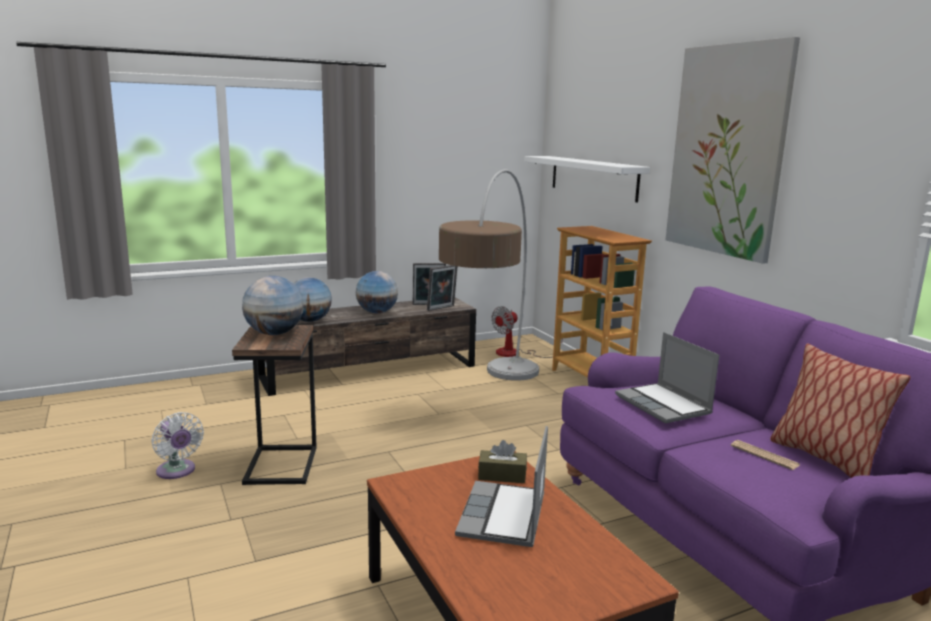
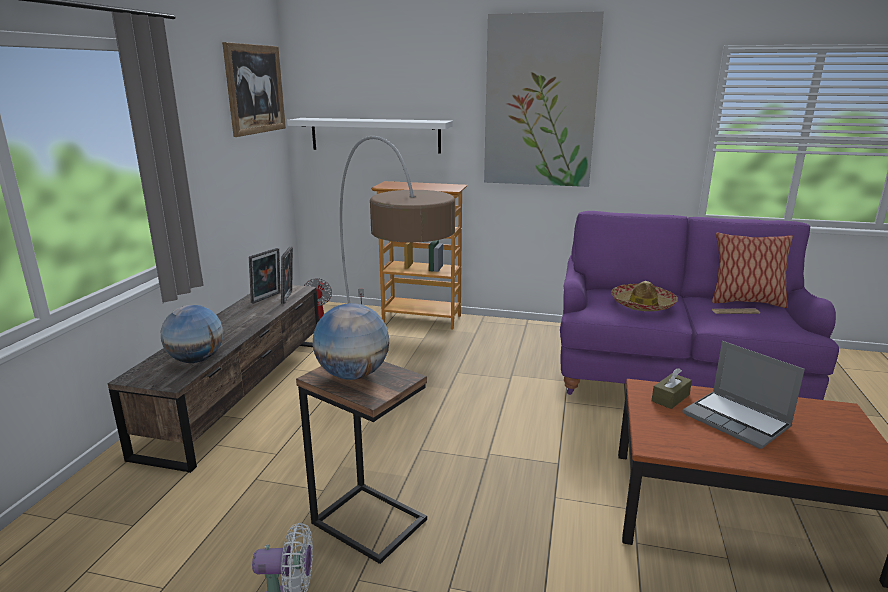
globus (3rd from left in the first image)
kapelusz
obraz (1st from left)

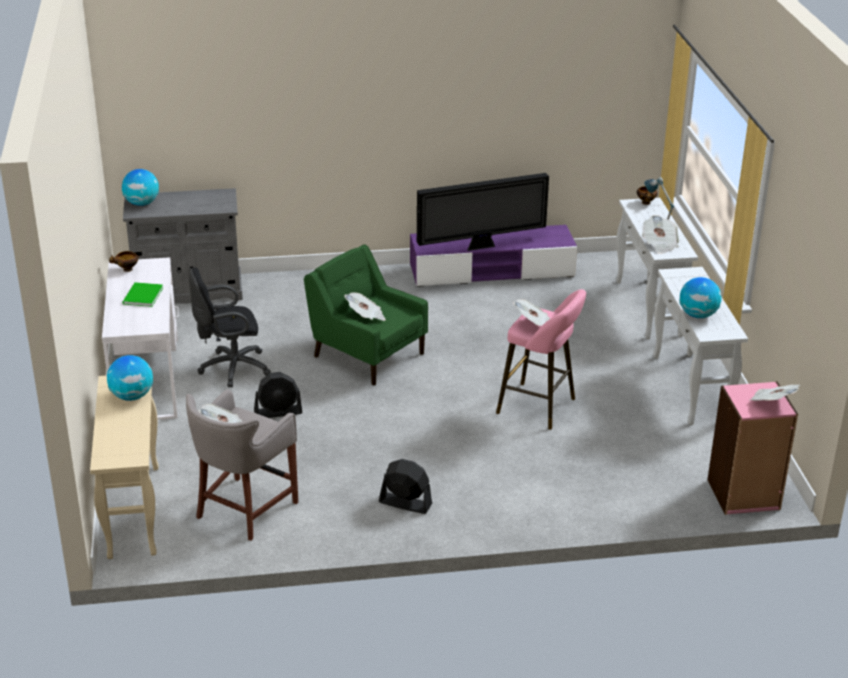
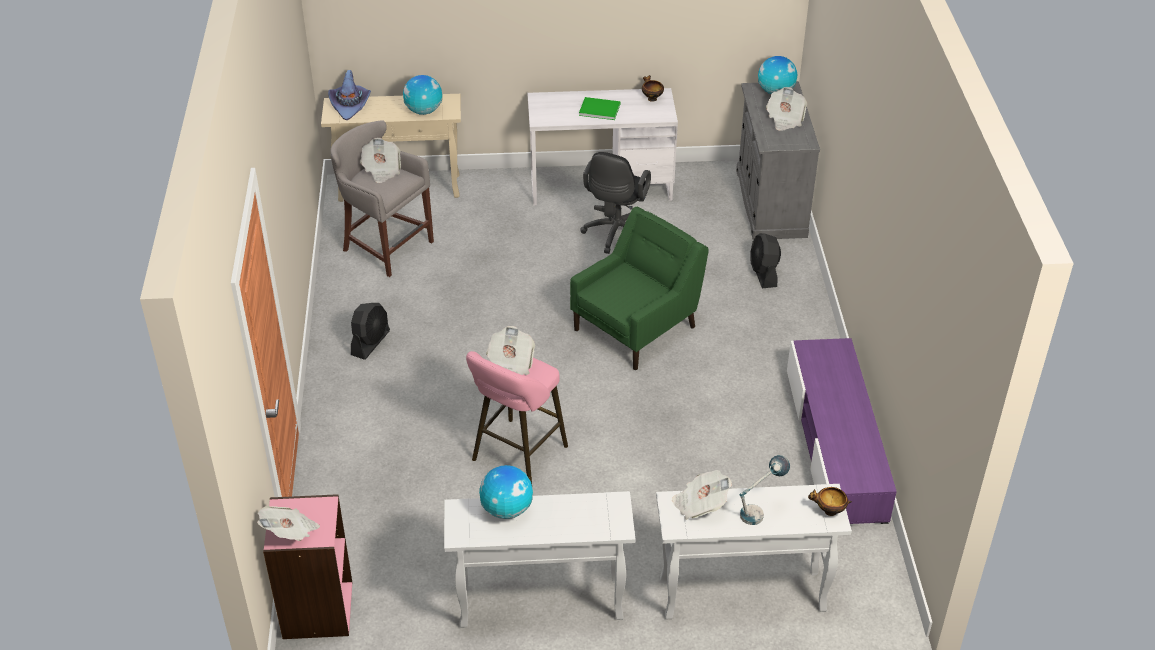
telewizor
krzesło biurowe [czarny]
gazeta (5th from left)
wentylator [czarny] (2nd from left)
kapelusz [fioletowy]

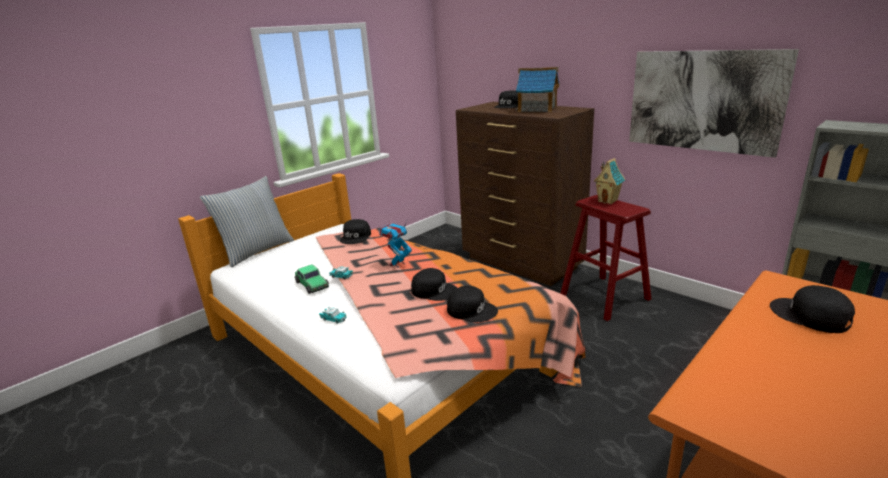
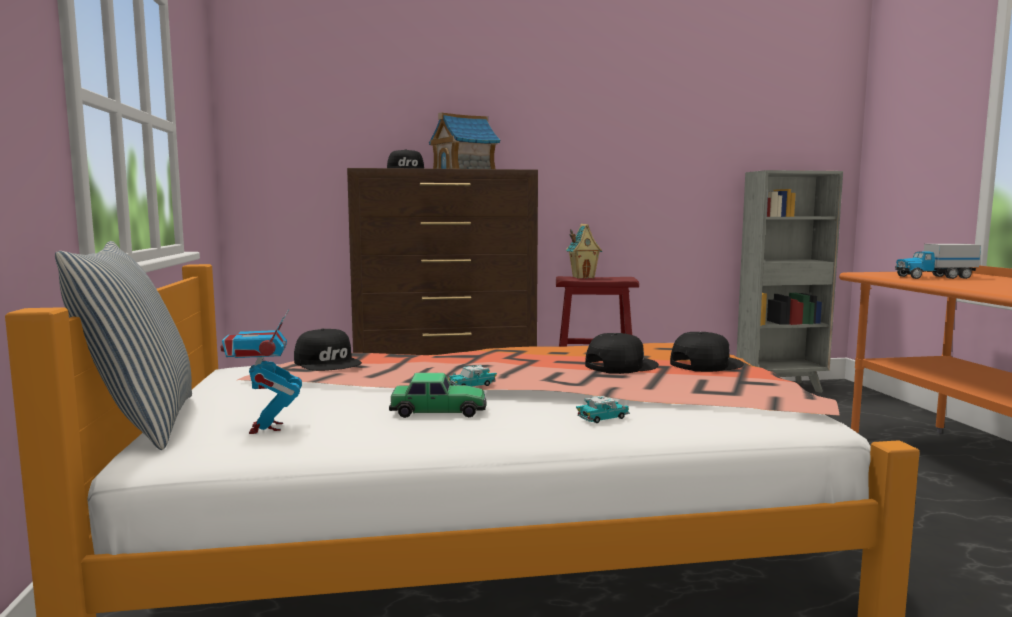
obraz
robot zabawkowy
ciężarówka zabawkowa

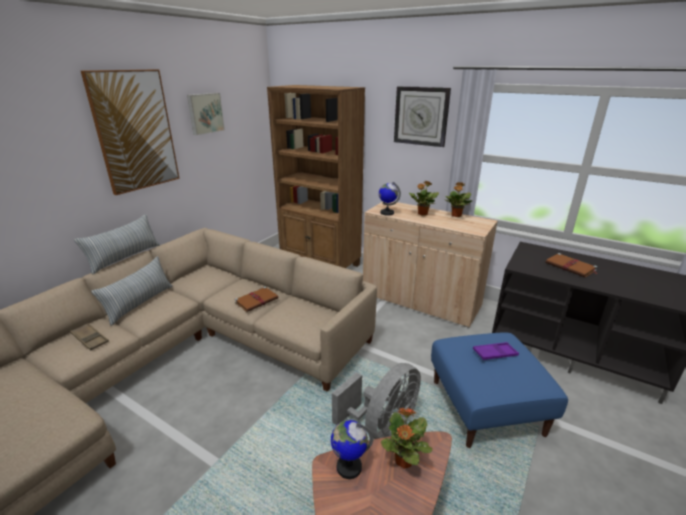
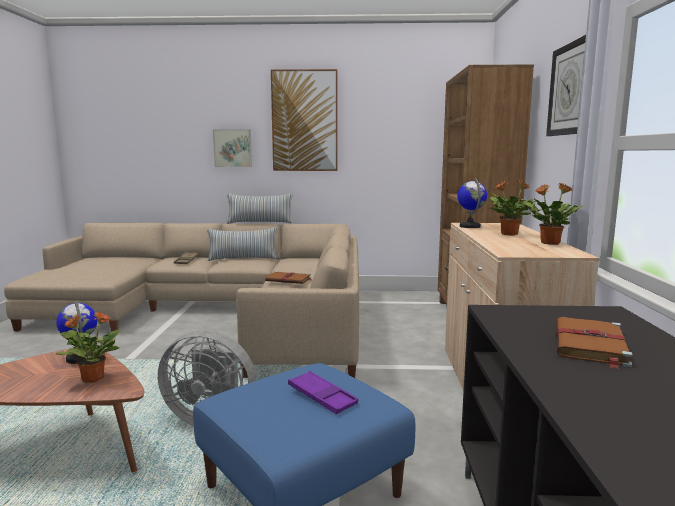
obraz (1st from left)

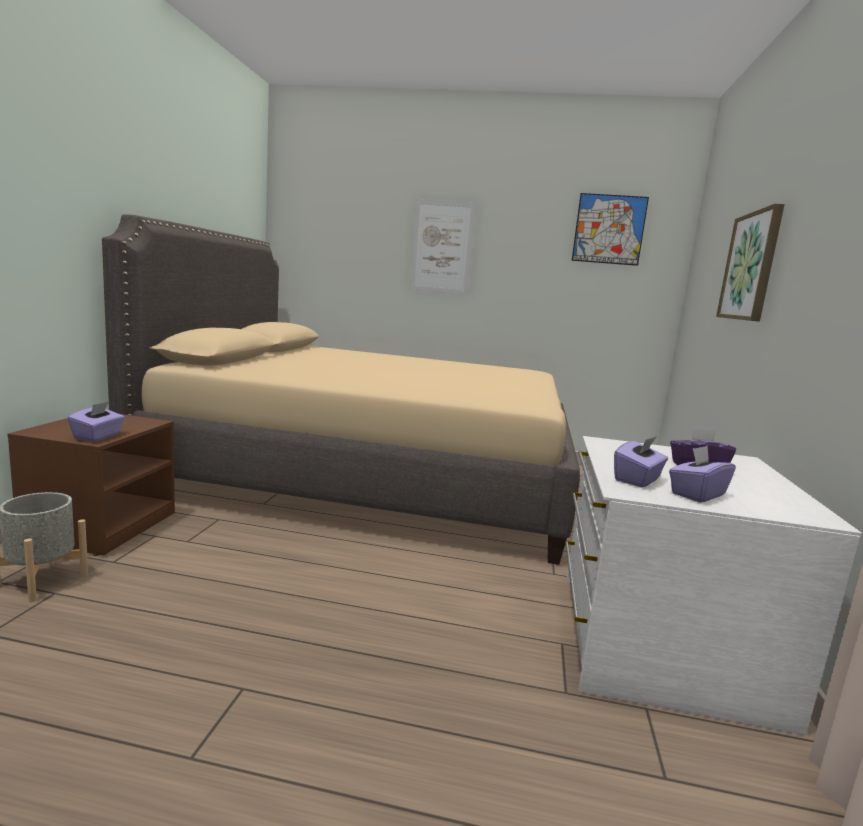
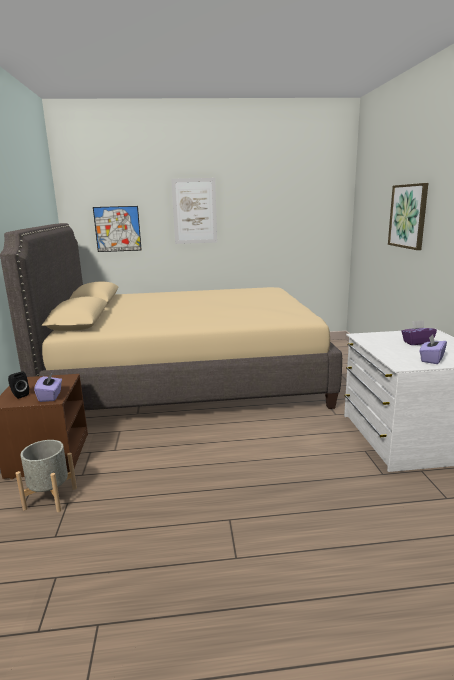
obraz (1st from left)
pudełko chusteczek [fioletowy] (2nd from left in the first image)
głośnik [czarny]

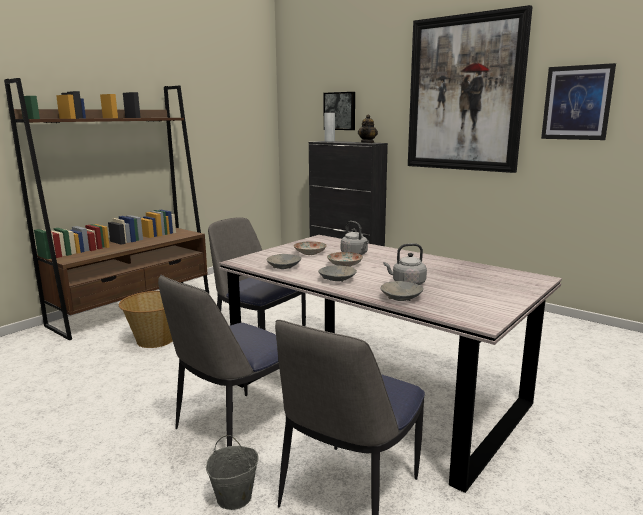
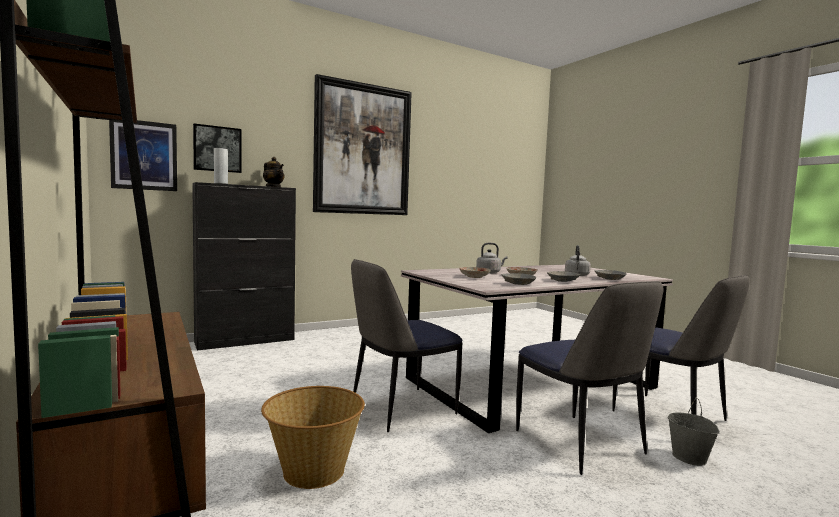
obraz (1st from left)

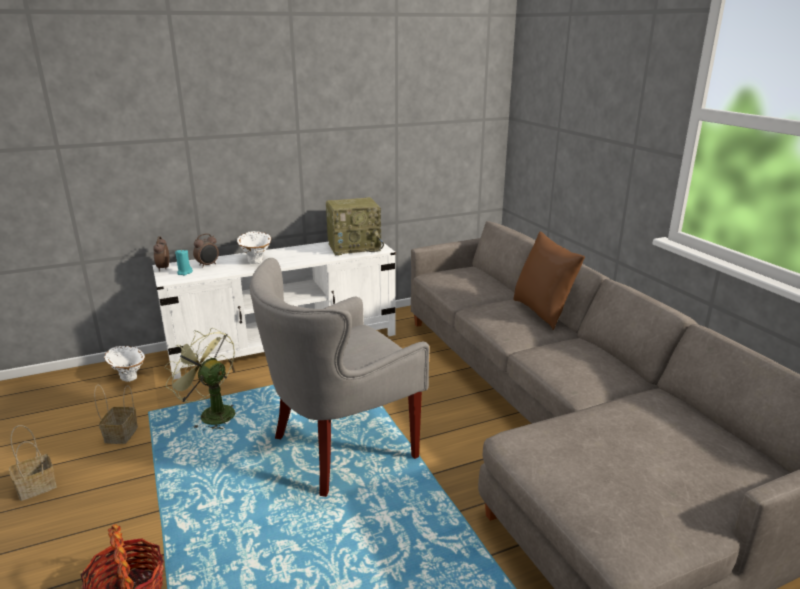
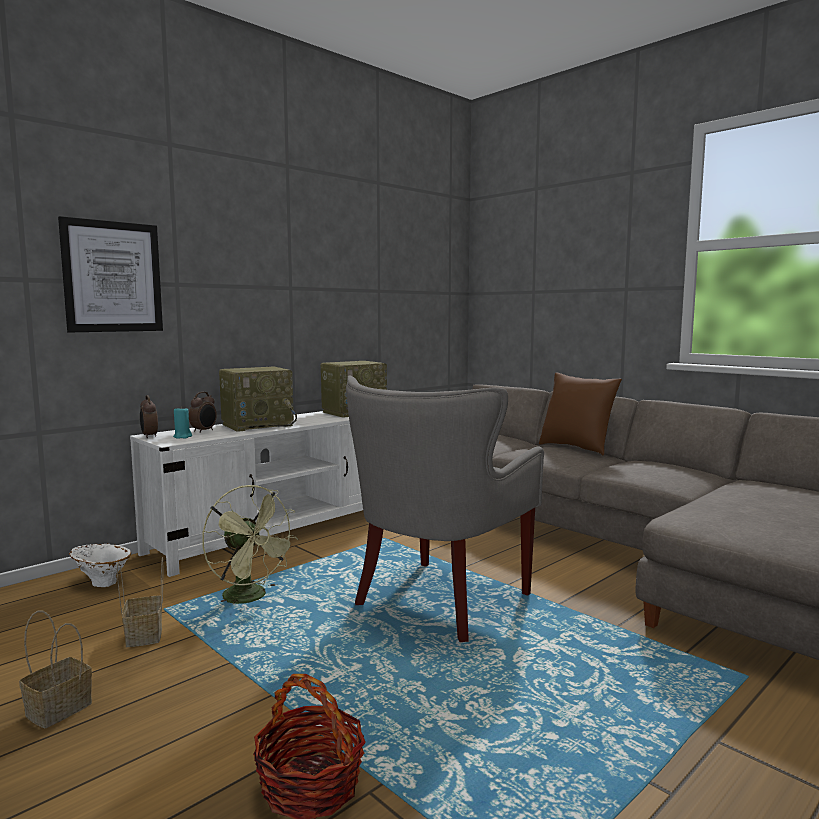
radio (1st from left)
wentylator [zielony]
obraz

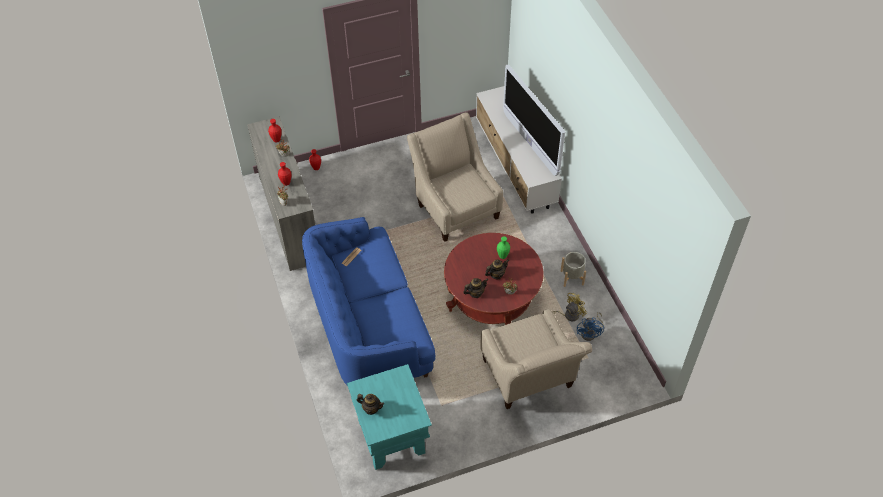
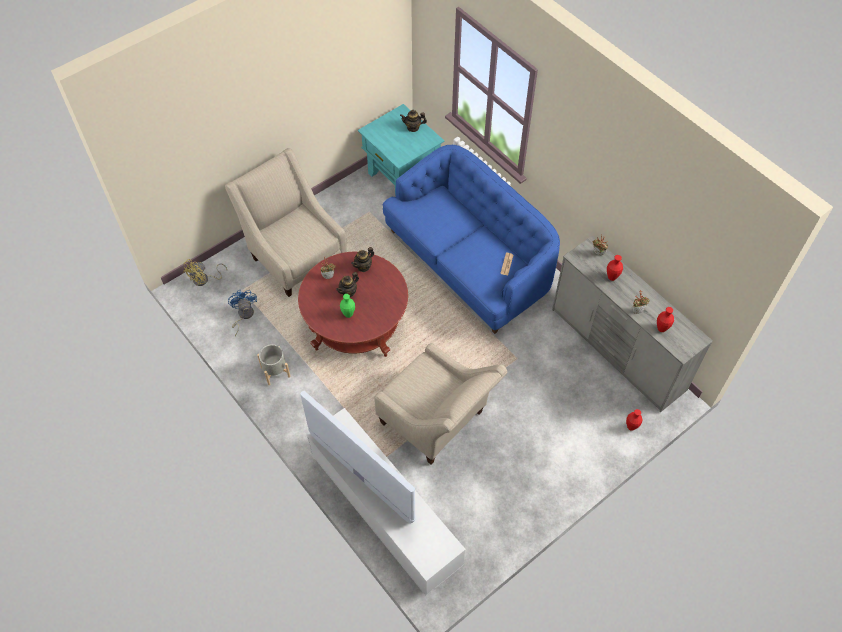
wentylator [żółty]

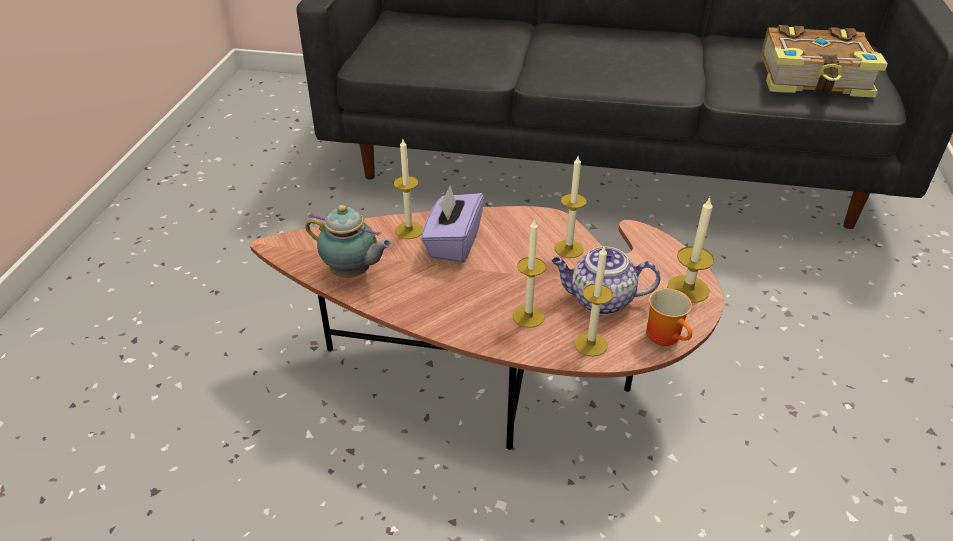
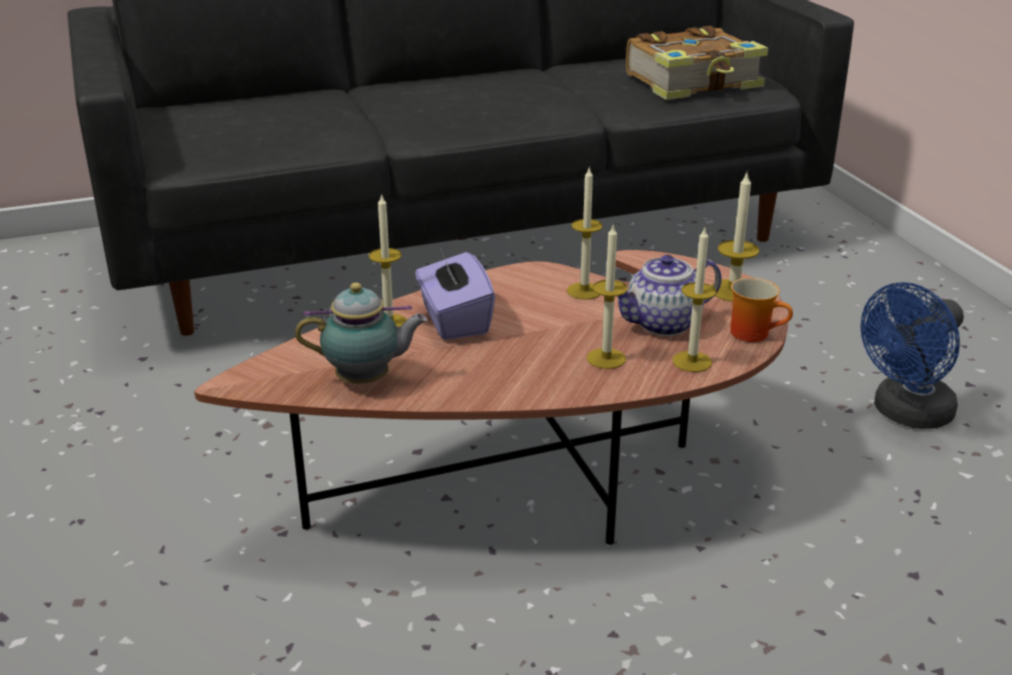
wentylator [niebieski]

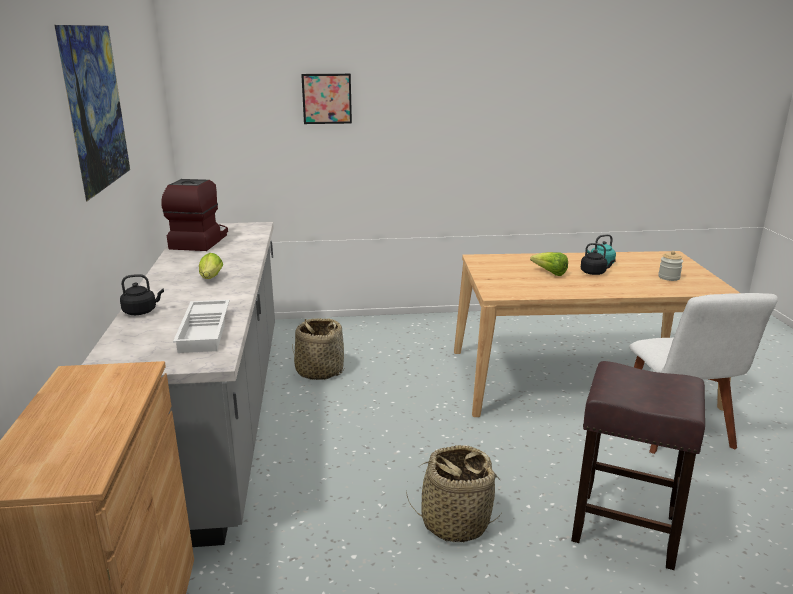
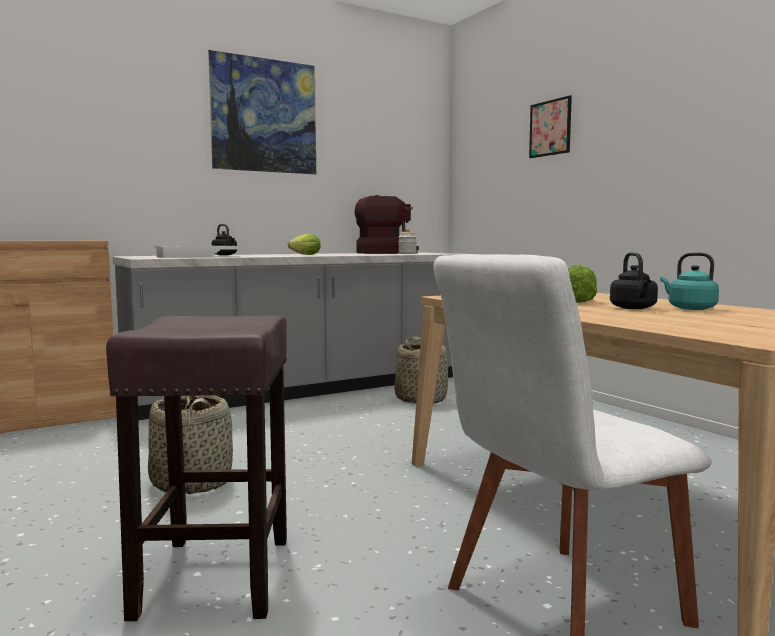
słoik

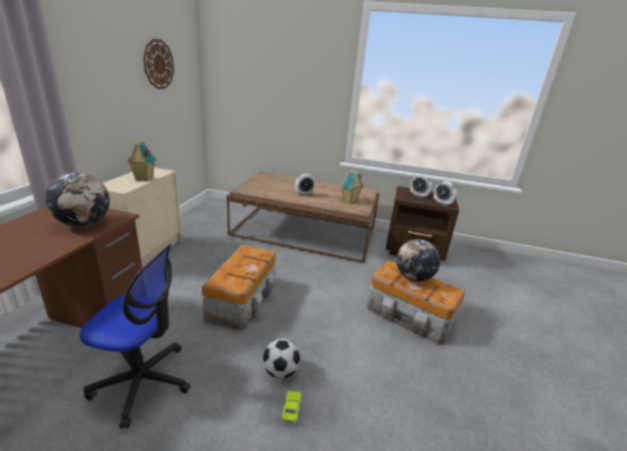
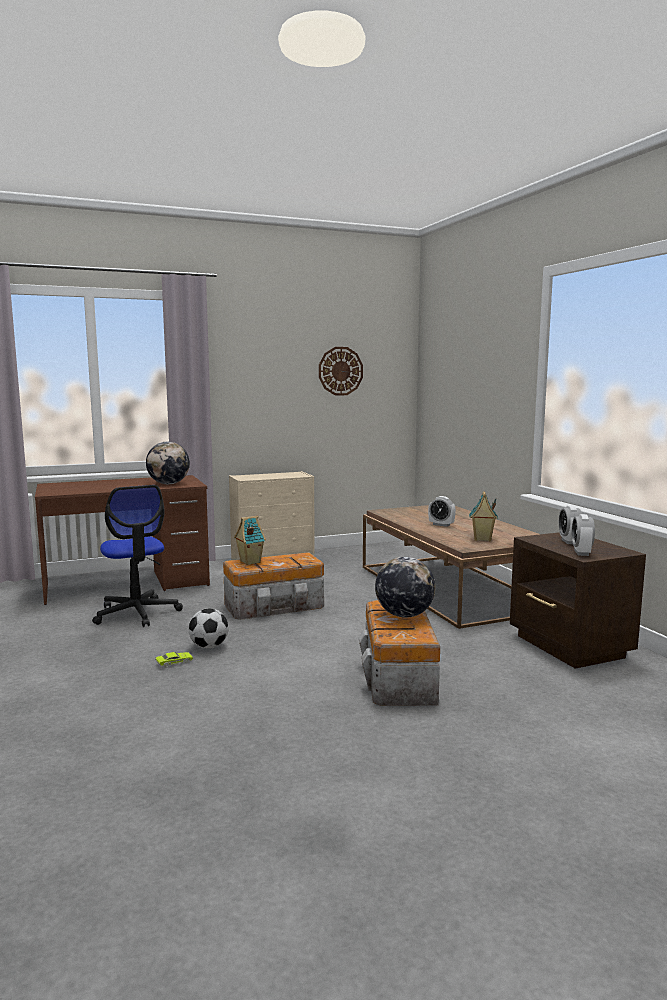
domek (1st from left)

